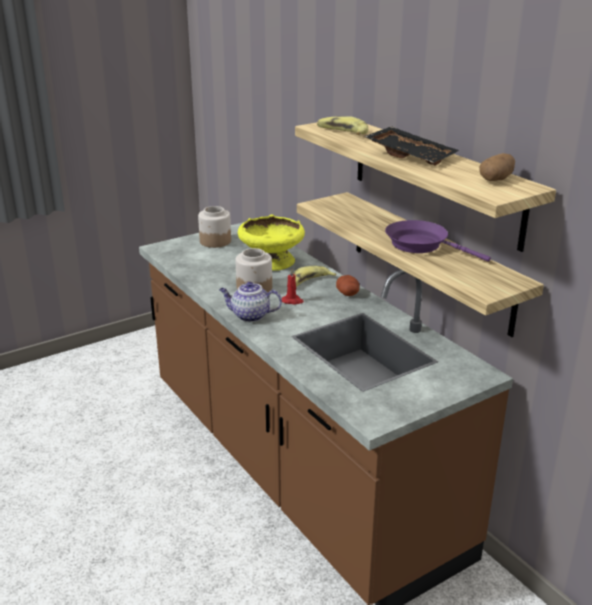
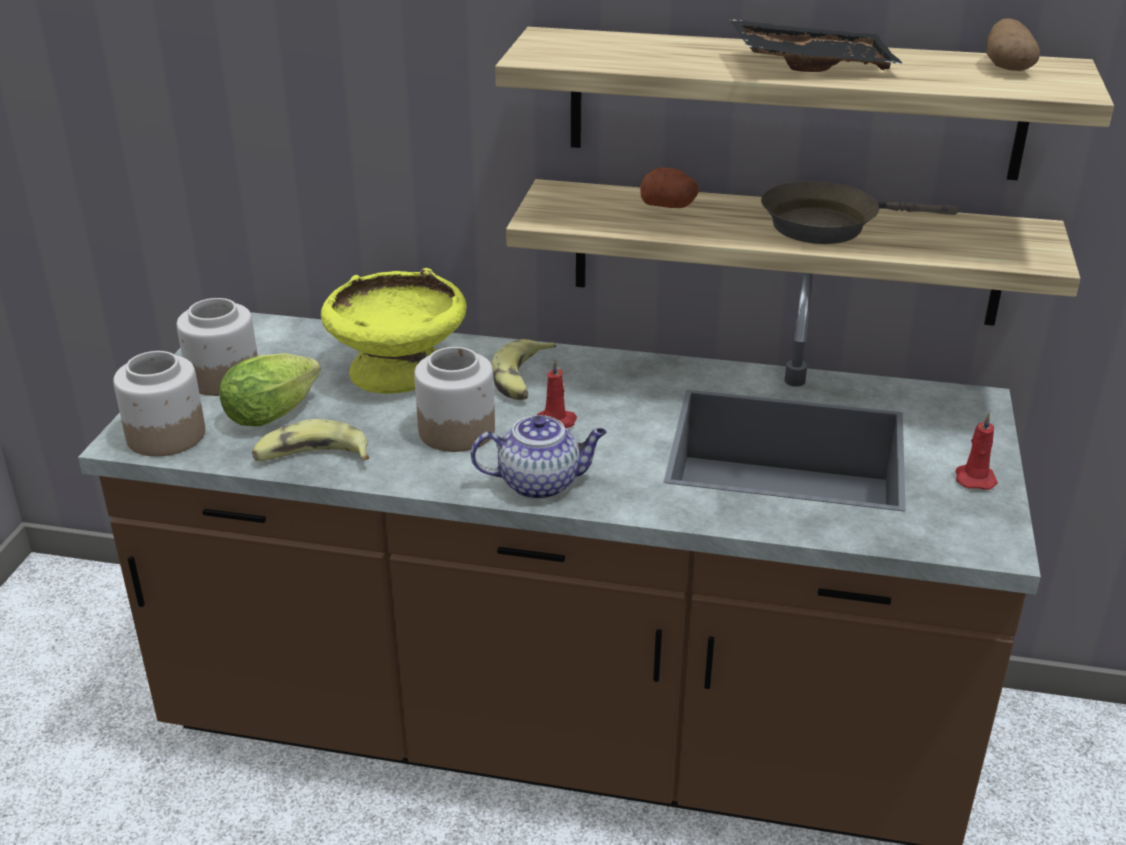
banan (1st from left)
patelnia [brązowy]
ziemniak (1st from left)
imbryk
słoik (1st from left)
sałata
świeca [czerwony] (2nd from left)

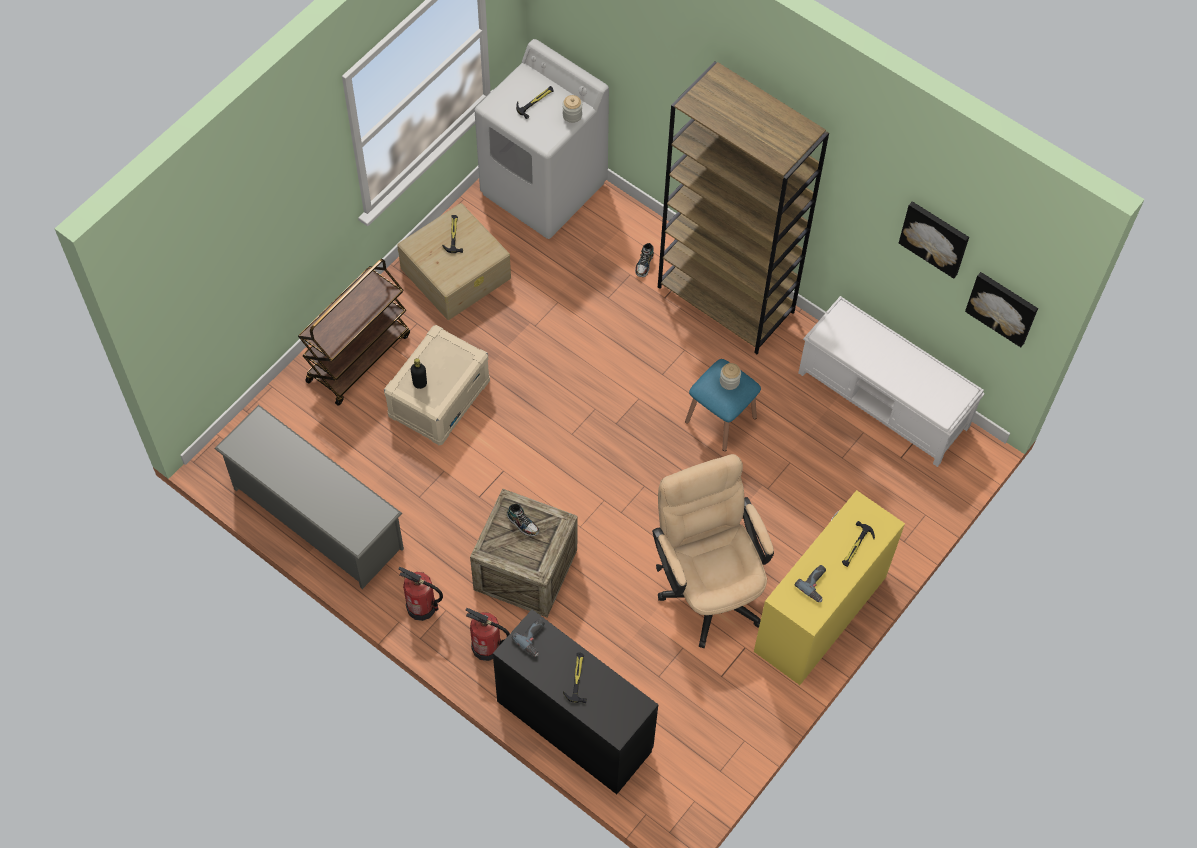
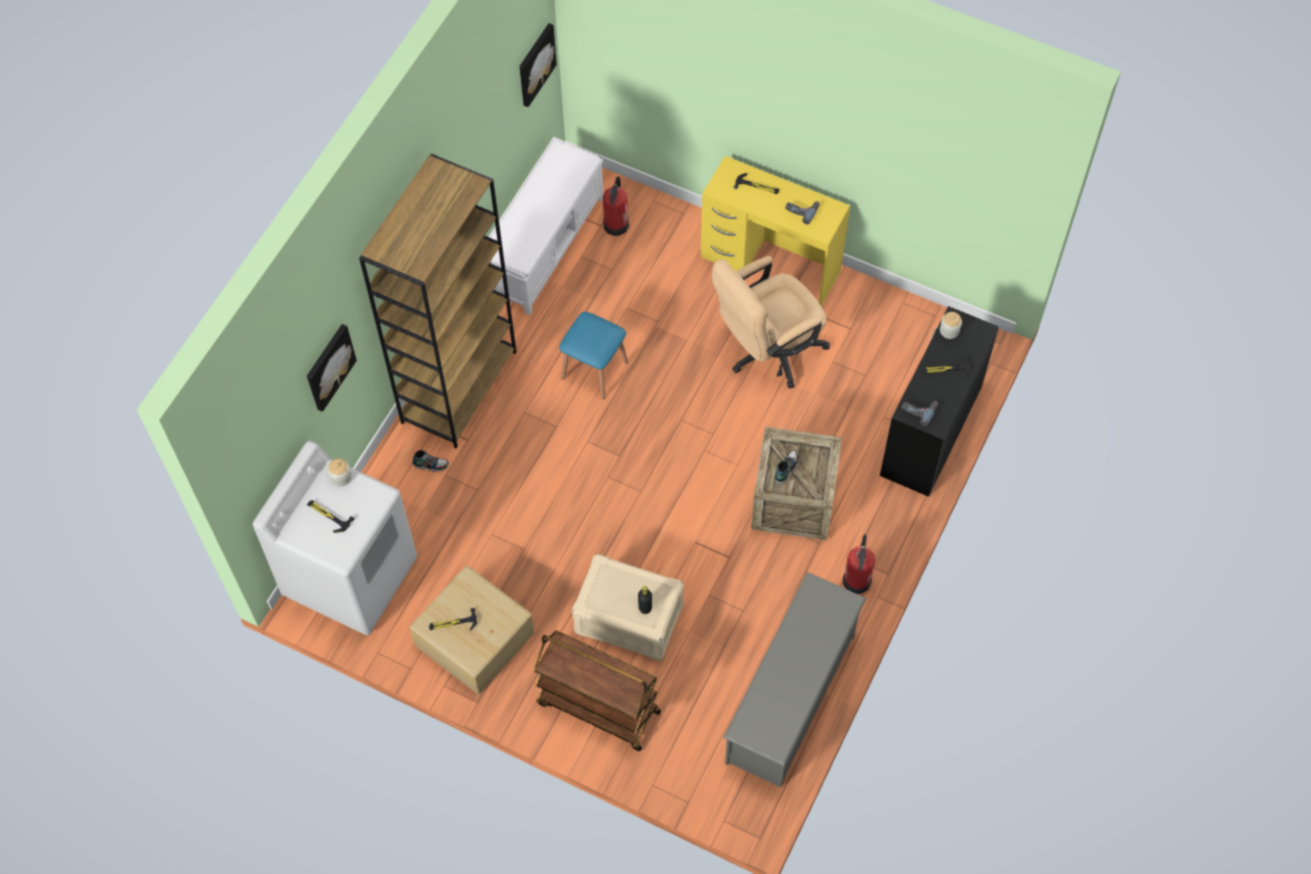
obraz (1st from left)
słoik (2nd from left)
gaśnica (1st from left)

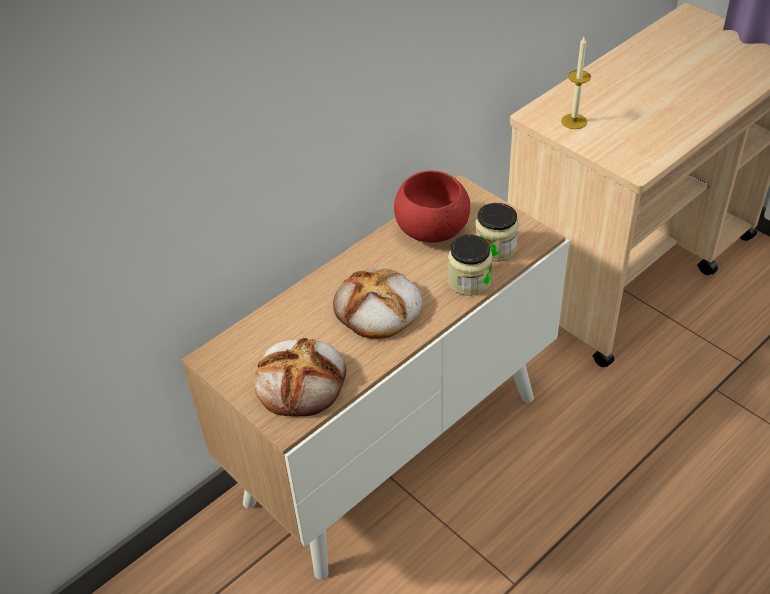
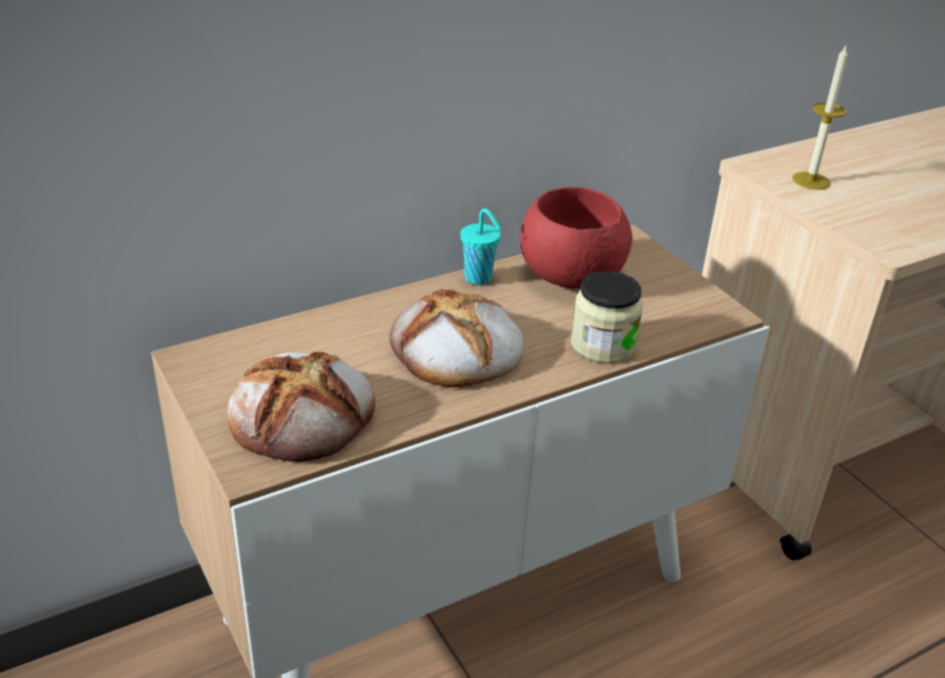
słoik (2nd from left in the first image)
filiżanka [turkusowy]

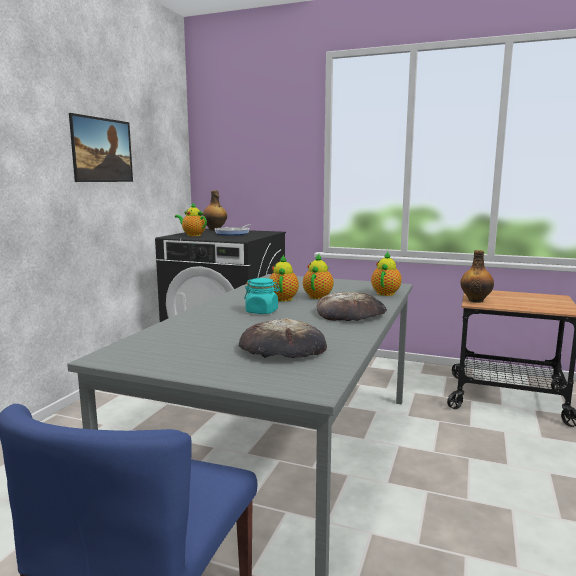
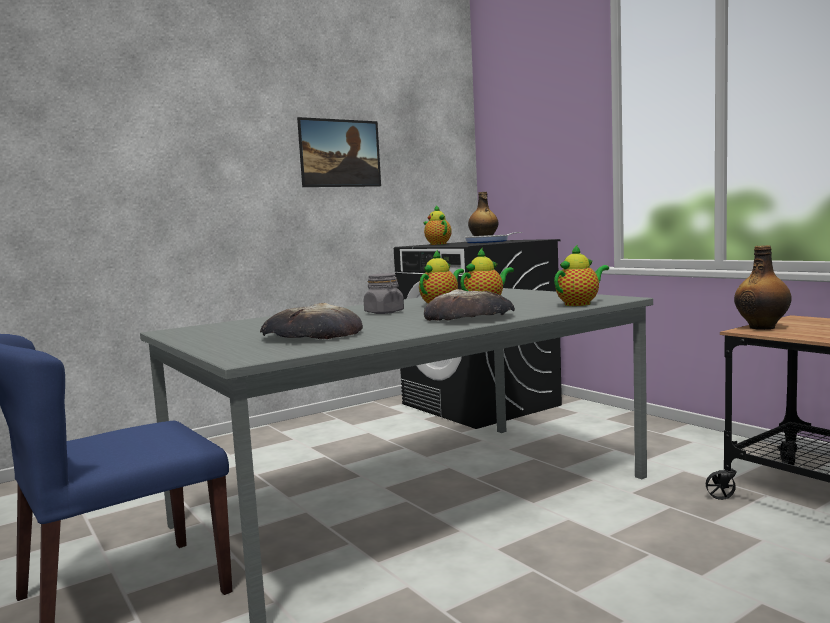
słoik [szary]

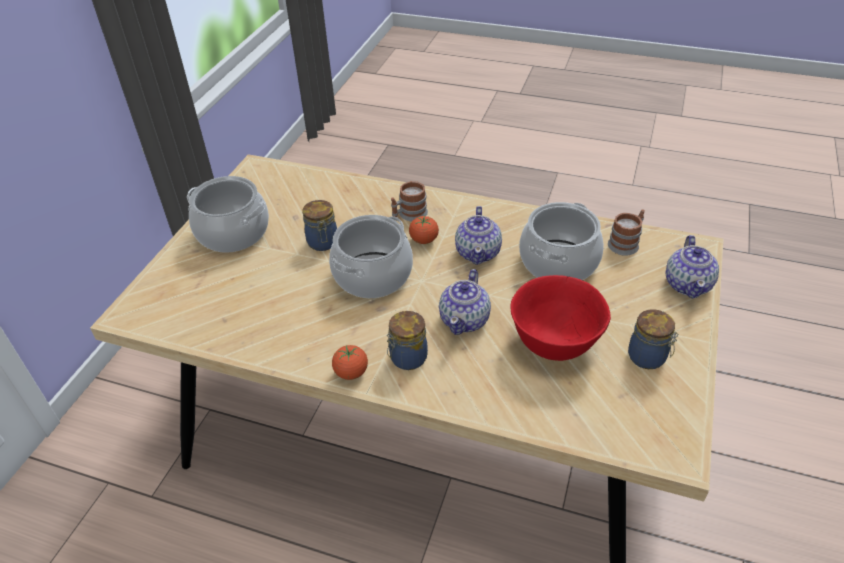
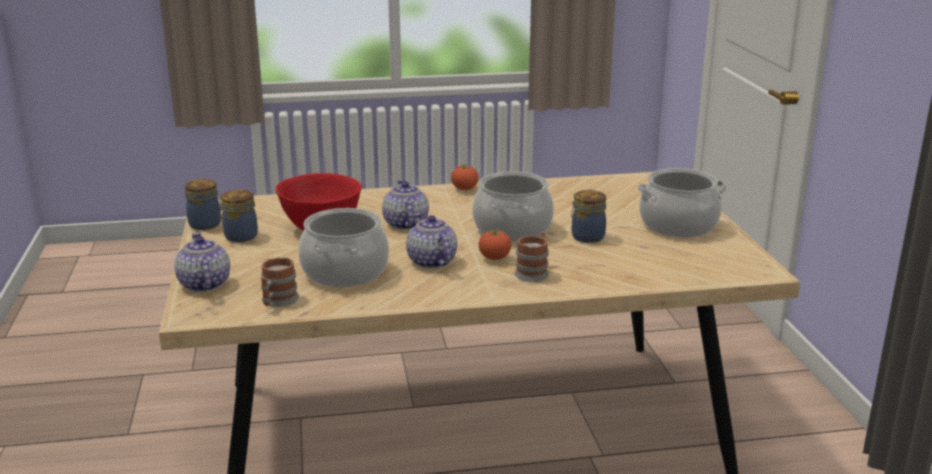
słoik (1st from left)

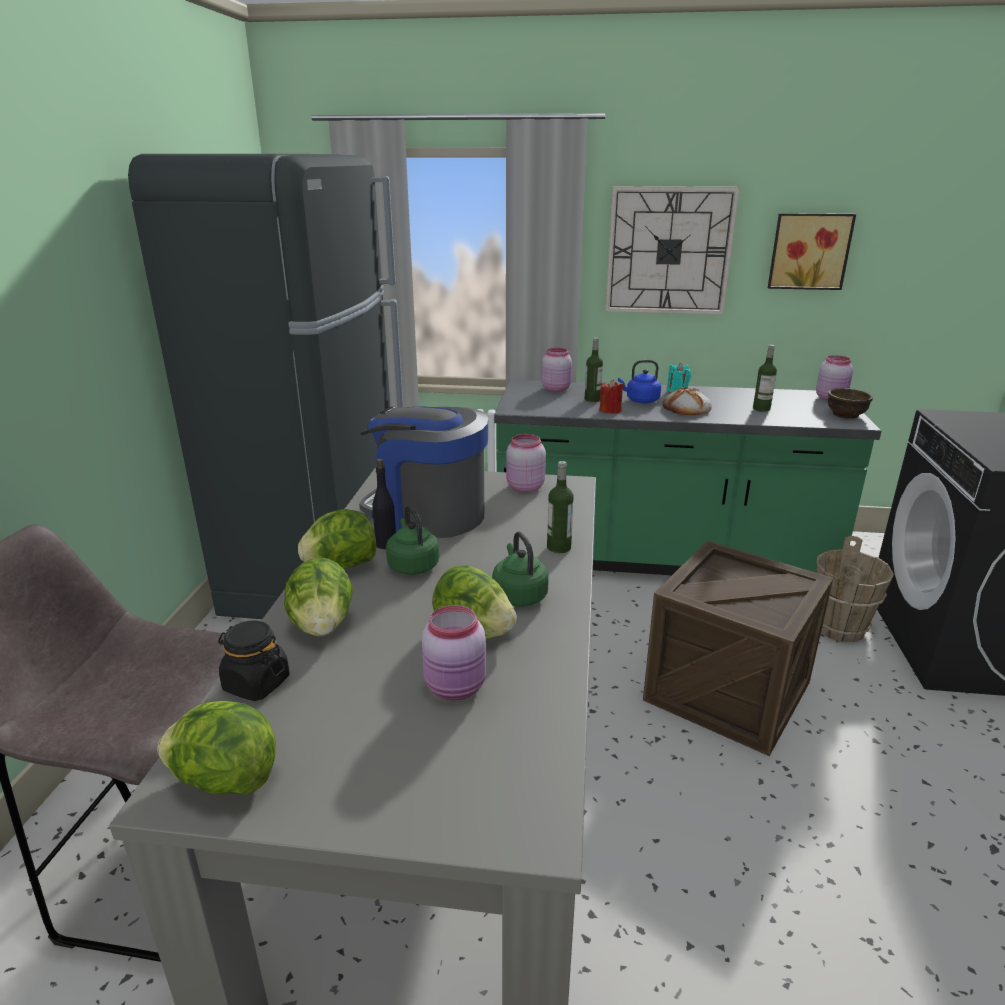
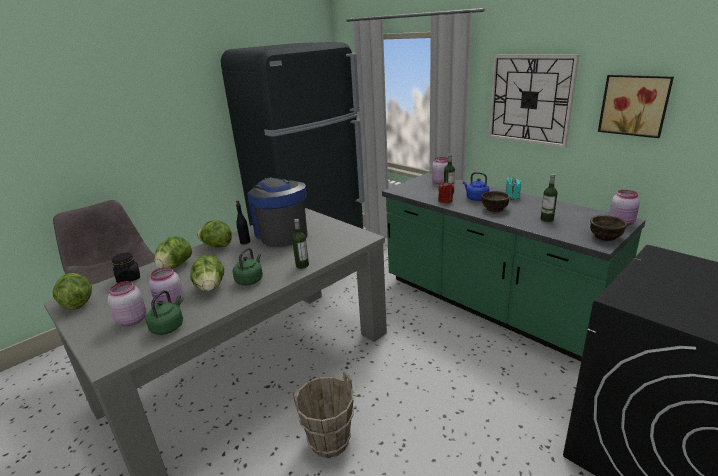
miska [brązowy] (1st from left)
słoik [różowy] (1st from left)
czajnik [zielony] (1st from left)
wiadro [brązowy]
skrzynka

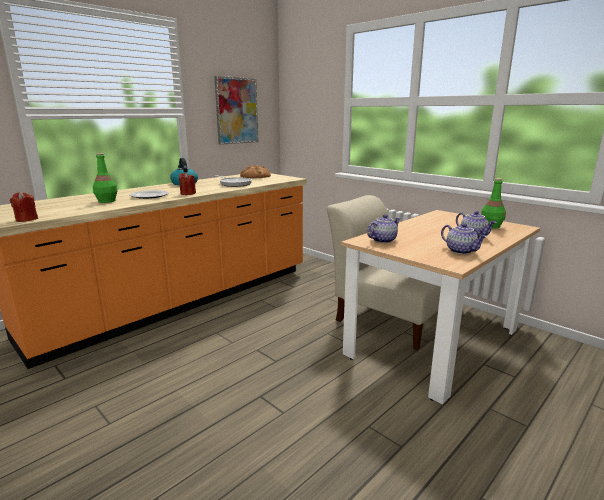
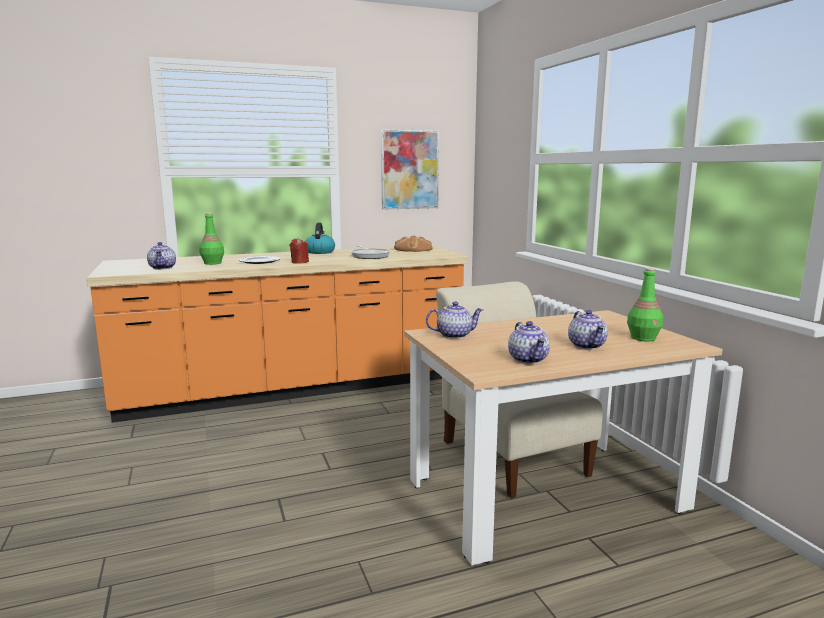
świeca [czerwony] (1st from left in the first image)
imbryk (1st from left)

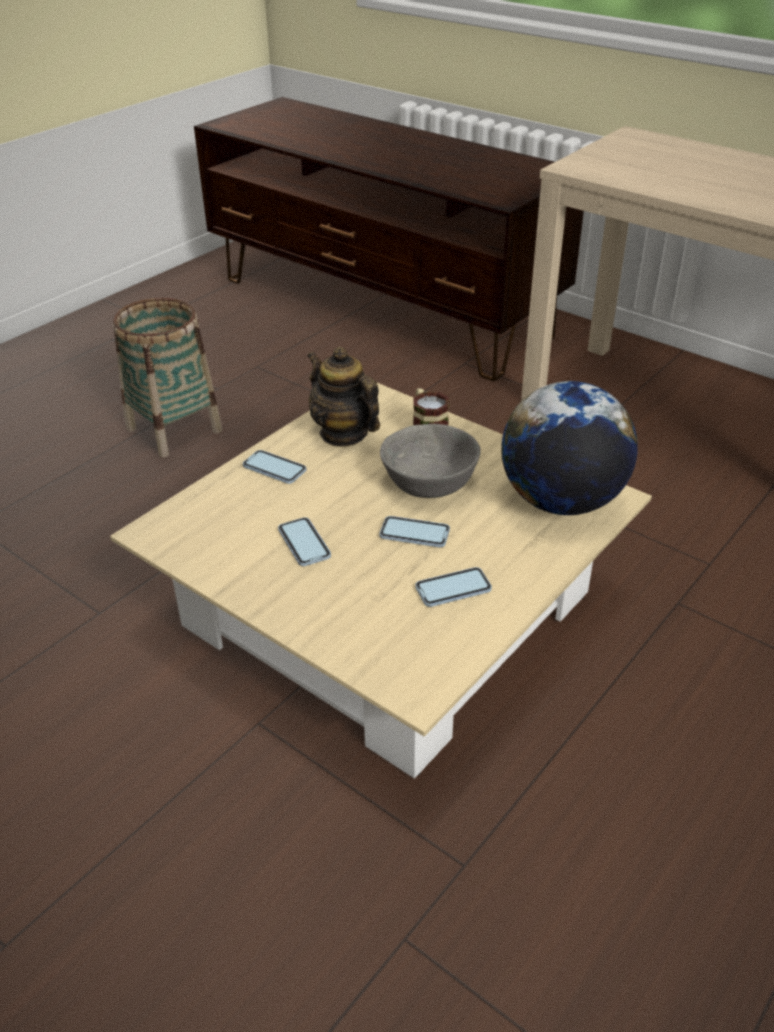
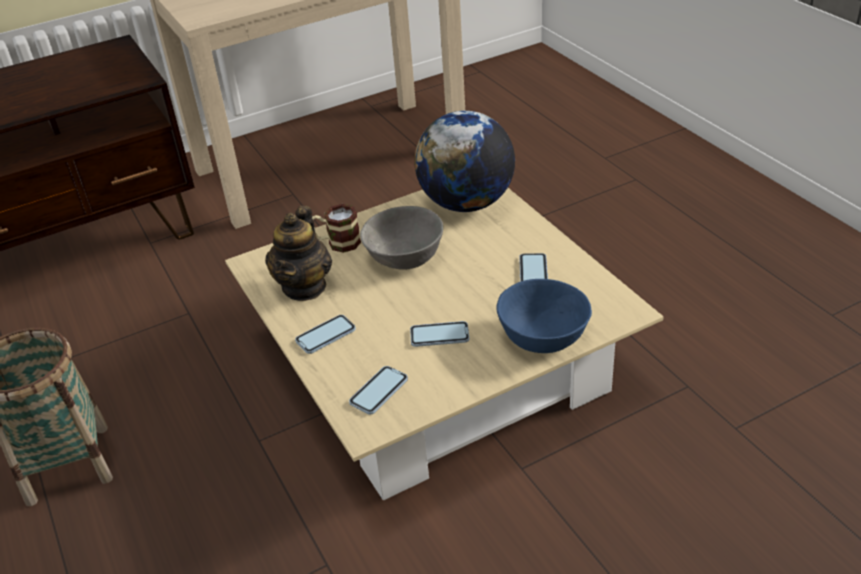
imbryk
telefon (2nd from left)
miska [niebieski]

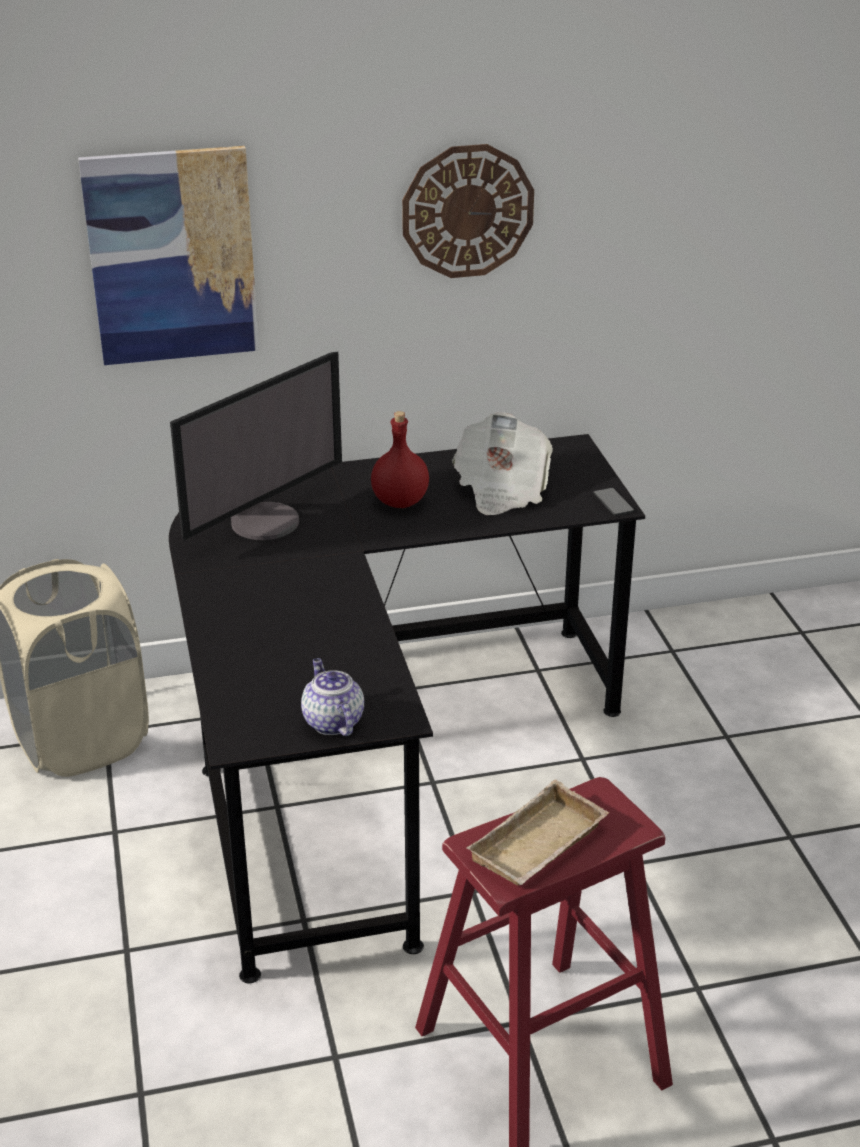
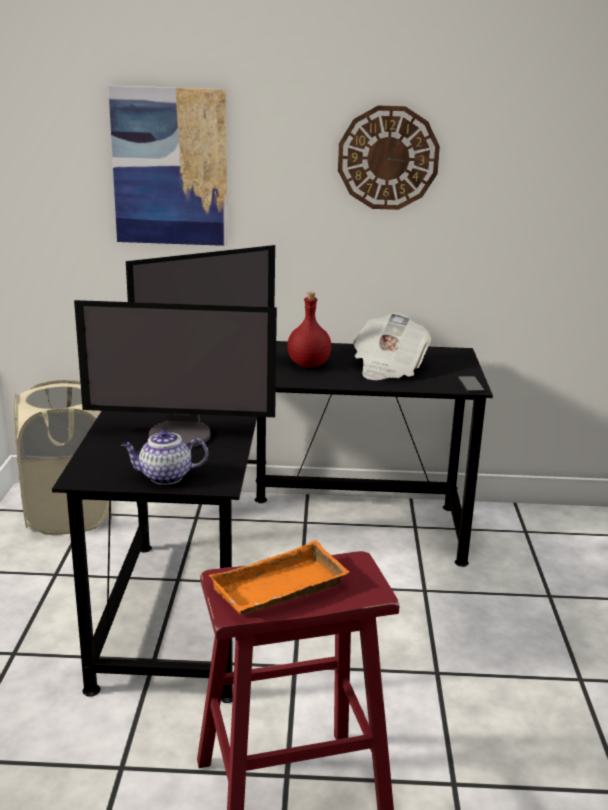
imbryk
taca [pomarańczowy]
monitor (1st from left)

